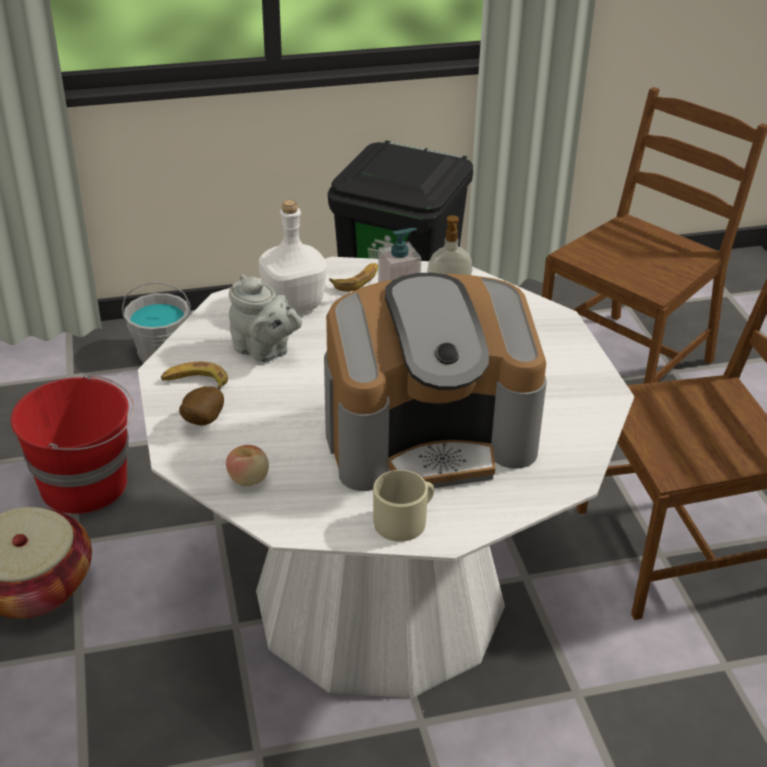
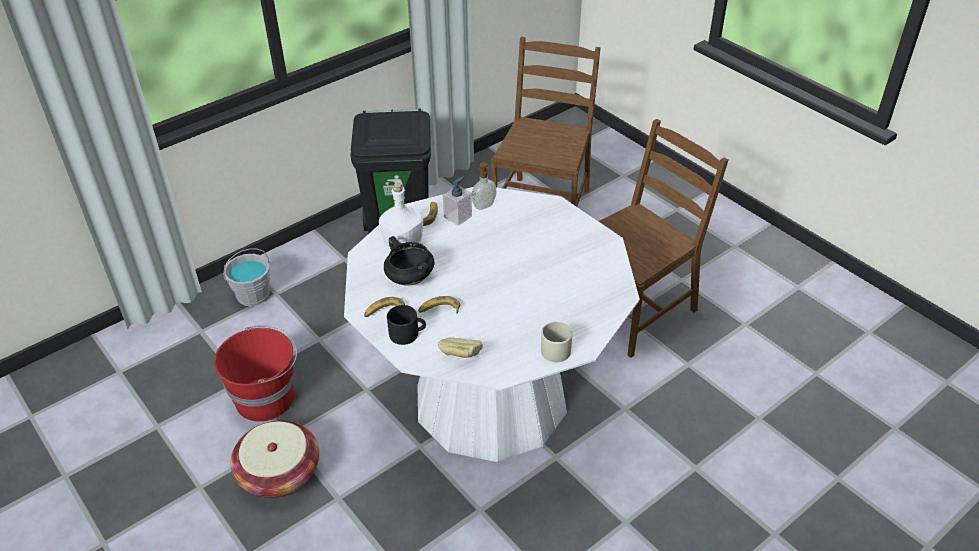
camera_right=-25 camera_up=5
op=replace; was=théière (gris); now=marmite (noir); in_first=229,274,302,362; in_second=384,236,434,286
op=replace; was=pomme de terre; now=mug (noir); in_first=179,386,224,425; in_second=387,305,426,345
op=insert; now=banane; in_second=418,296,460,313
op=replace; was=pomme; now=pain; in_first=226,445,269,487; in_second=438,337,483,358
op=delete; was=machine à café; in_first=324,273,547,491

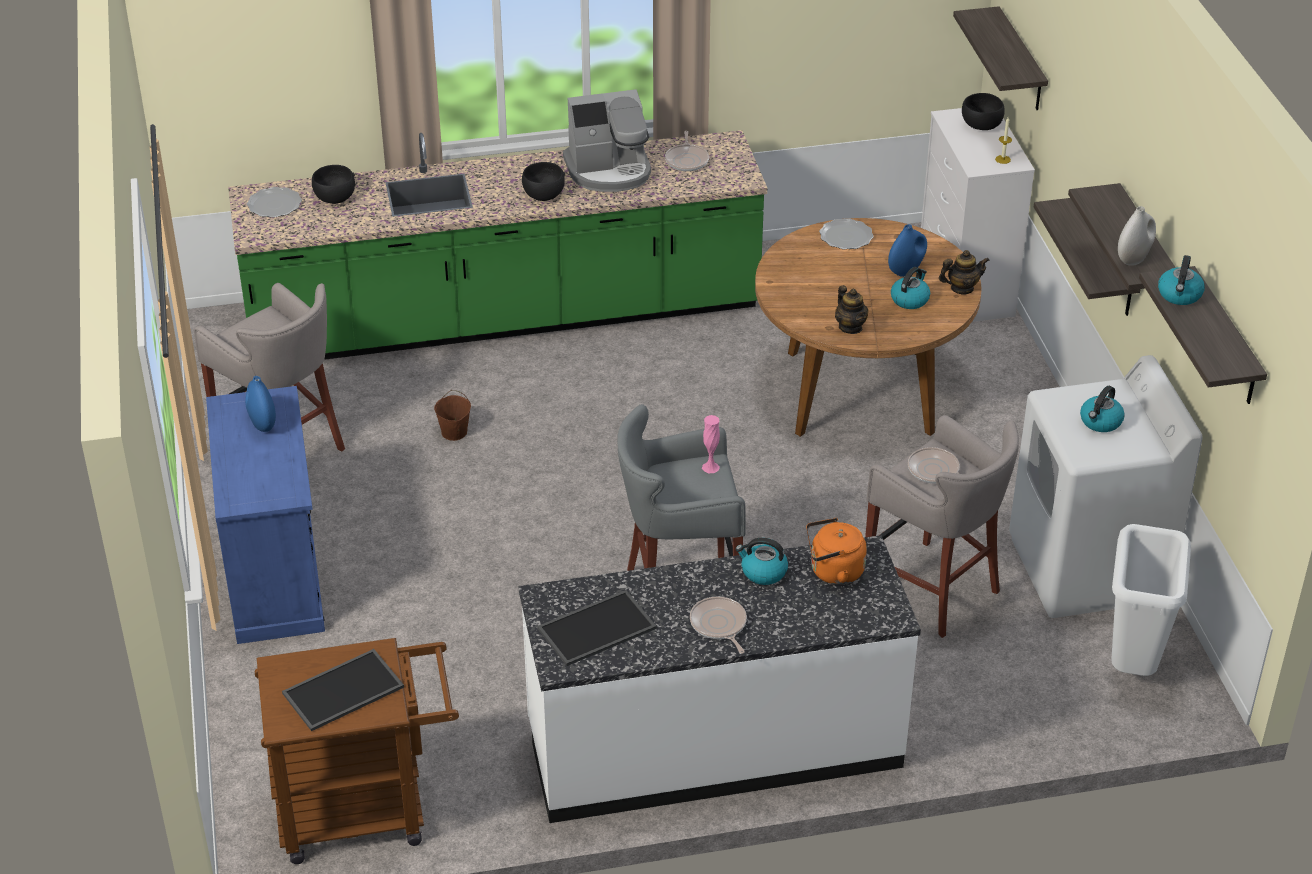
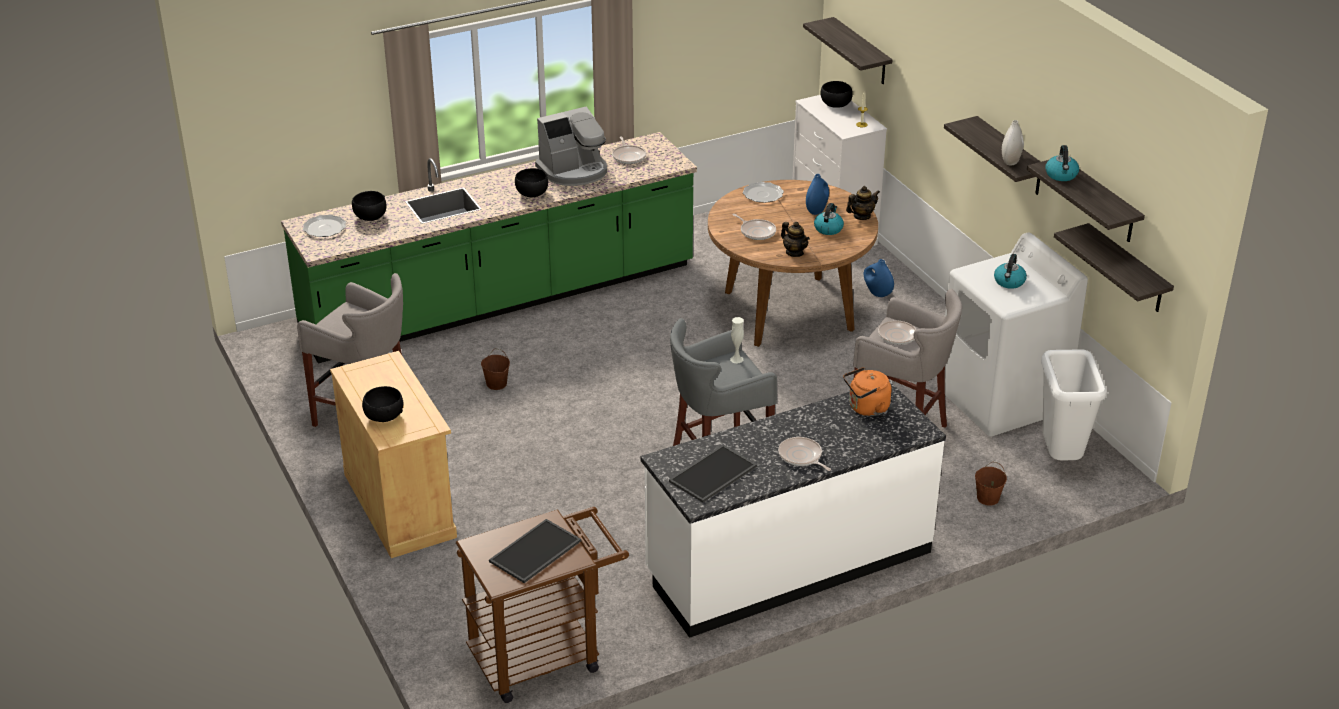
camera_right=-15 camera_up=-5
op=recolor; was=meuble de rangement (bleu); now=meuble de rangement (beige); in_first=206,386,325,644; in_second=330,351,457,558
op=insert; now=bol (noir); in_second=362,386,403,422
op=recolor; was=vase (rose); now=vase (blanc); in_first=702,415,720,473; in_second=730,317,744,364
op=insert; now=poêle; in_second=732,214,776,240
op=move; was=vase (bleu); in_first=245,376,276,432; in_second=864,259,894,297
op=insert; now=seau (marron); in_second=975,462,1007,506
op=move; was=étagère; in_first=1034,198,1141,316; in_second=1054,223,1174,312
op=delete; was=bouilloire; in_first=736,538,788,585

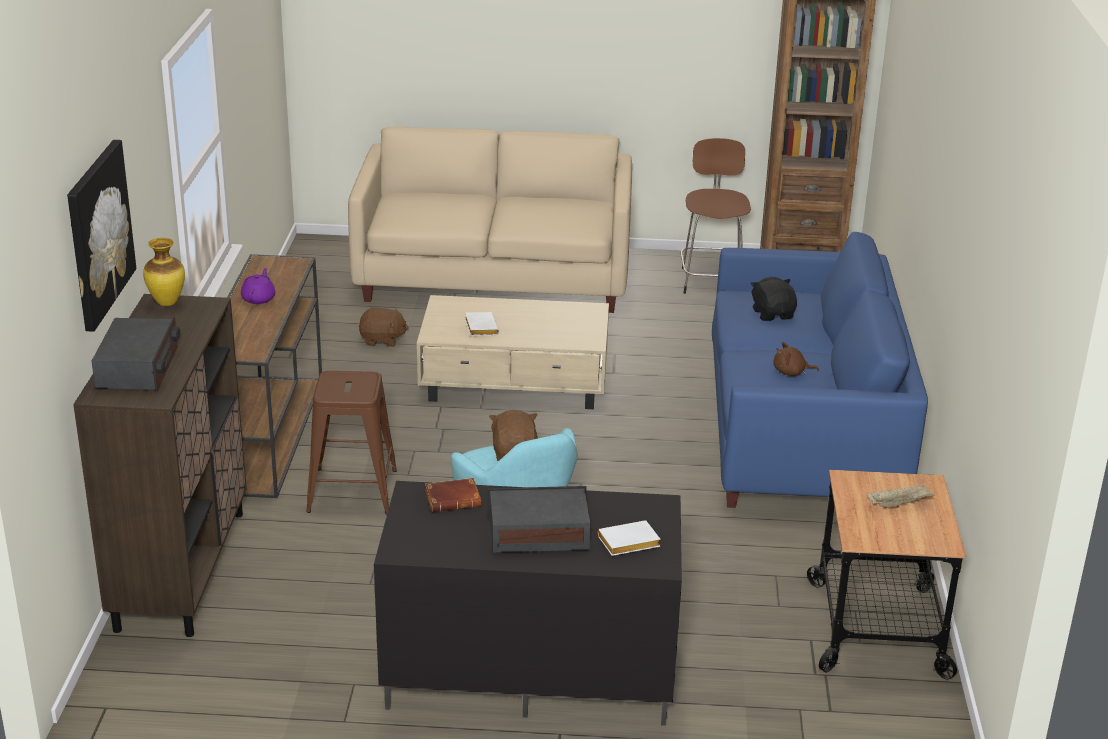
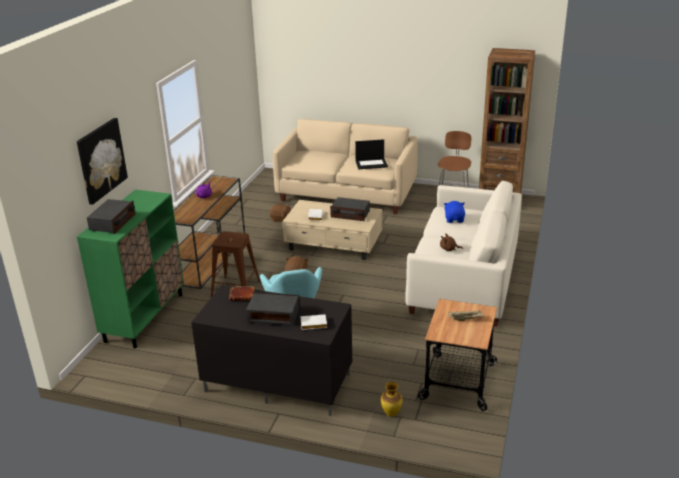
camera_right=15 camera_up=0
op=recolor; was=meuble de rangement (marron); now=meuble de rangement (vert); in_first=73,294,247,637; in_second=77,190,184,348
op=insert; now=radio; in_second=330,197,370,221
op=insert; now=ordinateur portable; in_second=355,139,388,169
op=move; was=vase; in_first=143,238,185,306; in_second=381,382,403,417
op=recolor; was=canapé (bleu); now=canapé (blanc); in_first=712,232,928,508; in_second=405,181,522,327
op=recolor; was=peluche (noir); now=peluche (bleu); in_first=751,277,797,321; in_second=444,201,465,223

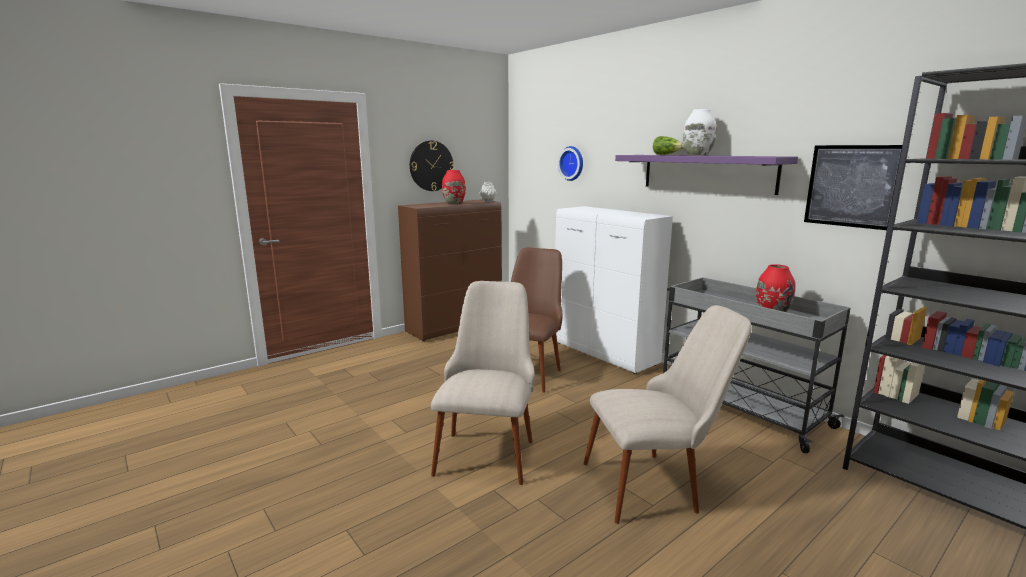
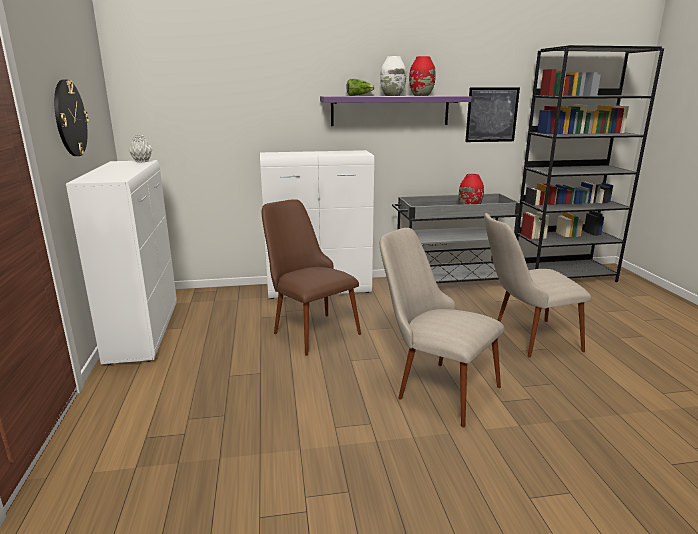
camera_right=-60 camera_up=5
op=recolor; was=meuble de rangement (marron); now=meuble de rangement (blanc); in_first=398,200,502,341; in_second=66,160,177,365
op=move; was=vase (rouge); in_first=442,170,466,205; in_second=409,56,436,96
op=rotate; was=chaise (beige); in_first=584,305,752,524; in_second=484,213,591,358; clockwise=-120
op=delete; was=horloge murale; in_first=558,146,583,181

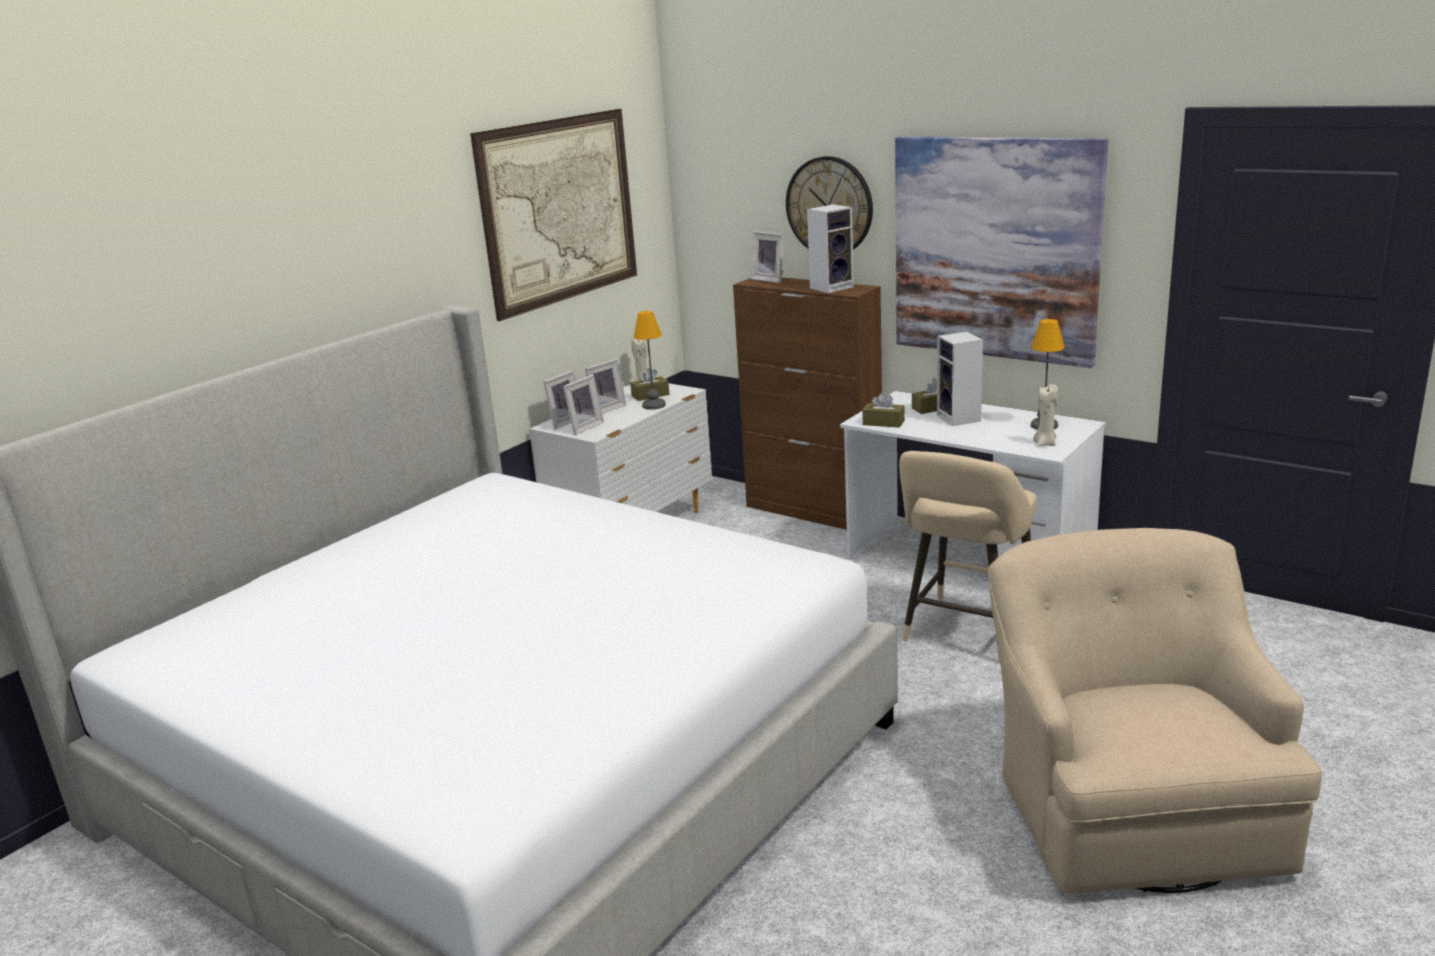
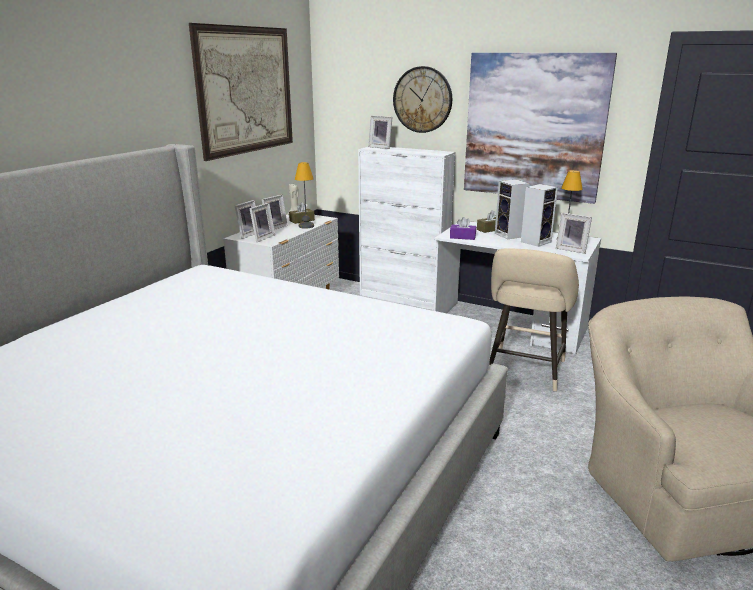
camera_right=-10 camera_up=0
op=recolor; was=meuble de rangement (marron); now=meuble de rangement (blanc); in_first=733,277,882,530; in_second=358,147,456,310
op=recolor; was=boîte à mouchoirs (marron); now=boîte à mouchoirs (violet); in_first=862,392,905,428; in_second=450,217,476,240
op=move; was=enceinte; in_first=807,204,854,293; in_second=521,184,558,247
op=replace; was=bougie (beige); now=cadre photo; in_first=1033,384,1058,446; in_second=556,213,592,254

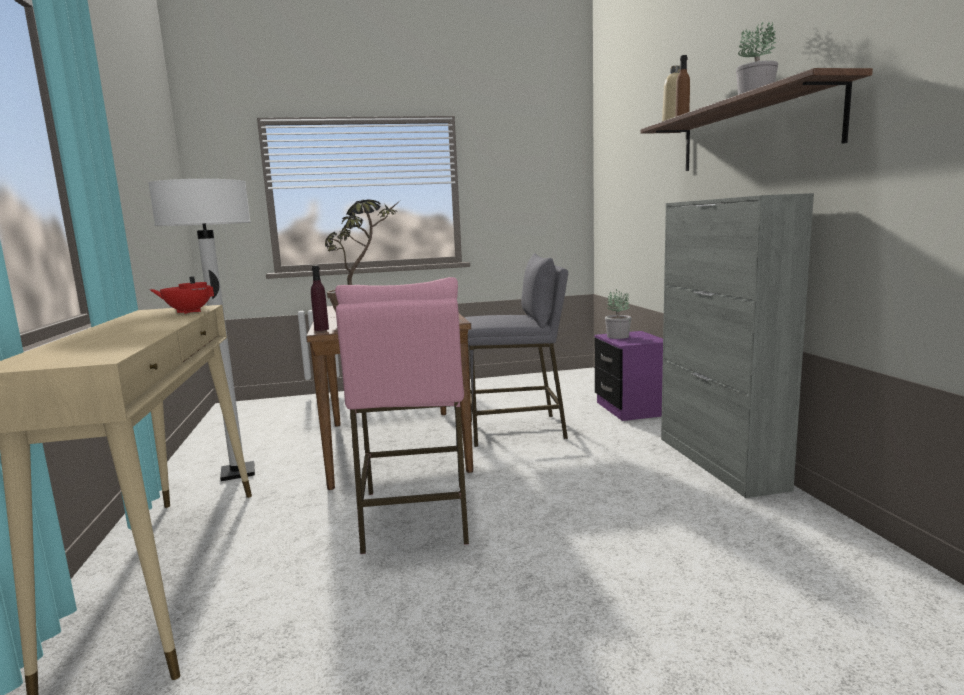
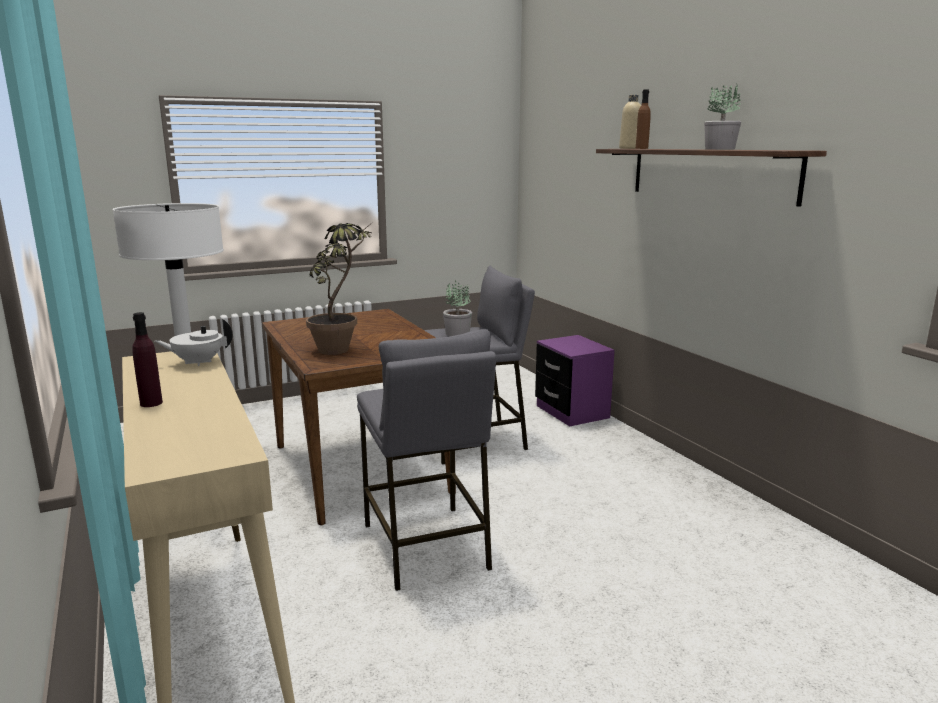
camera_right=-15 camera_up=5
op=move; was=bouteille (violet); in_first=311,266,329,331; in_second=132,312,163,407
op=recolor; was=théière (rouge); now=théière (blanc); in_first=150,270,219,314; in_second=155,319,233,366
op=recolor; was=tabouret (rose); now=tabouret (gris); in_first=335,277,469,554; in_second=357,329,496,591
op=move; was=plante en pot; in_first=605,289,632,339; in_second=443,280,472,336
op=delete; was=meuble de rangement (gris); in_first=661,193,814,498

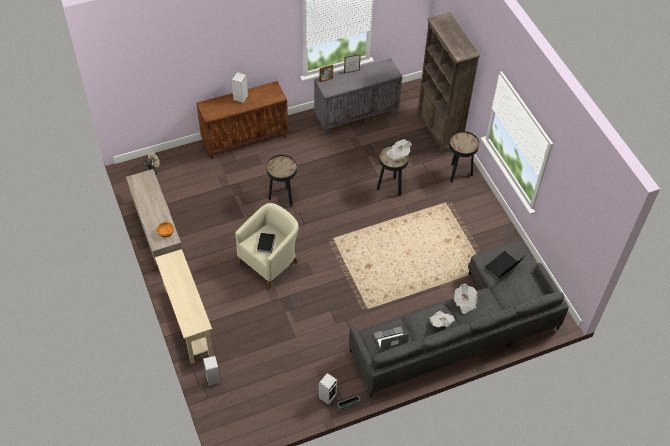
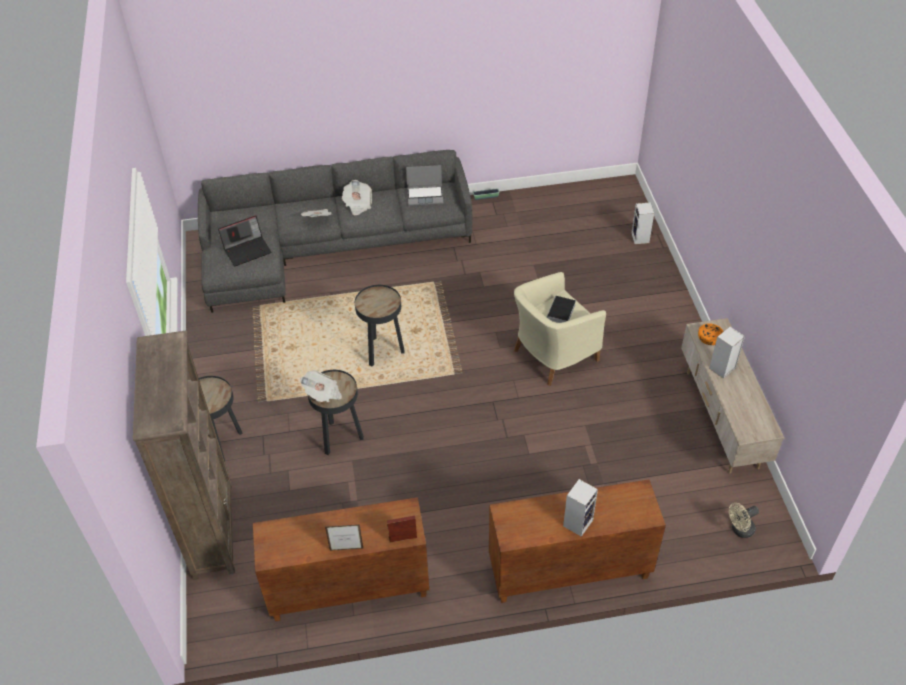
camera_right=-165 camera_up=-5
op=recolor; was=meuble de rangement (gris); now=meuble de rangement (marron); in_first=314,58,402,135; in_second=253,497,429,621
op=move; was=table d'appoint (noir); in_first=266,155,297,207; in_second=355,285,405,367
op=move; was=enceinte; in_first=319,373,337,405; in_second=709,327,745,379
op=delete; was=table console (beige); in_first=155,249,213,364

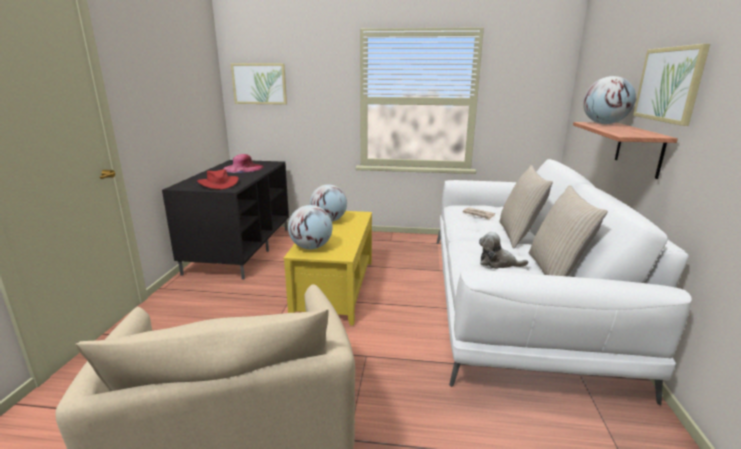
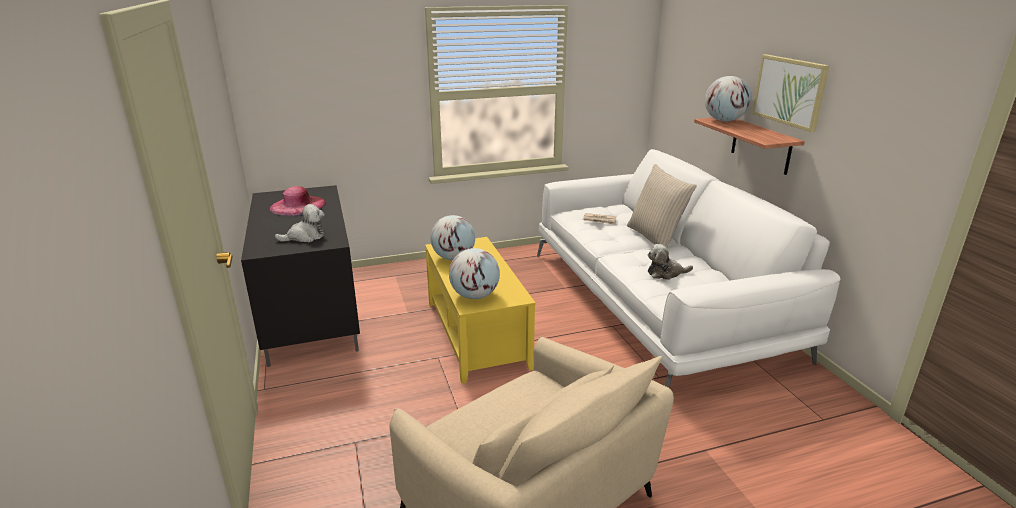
camera_right=-25 camera_up=5
op=replace; was=chapeau (rouge); now=peluche; in_first=197,169,238,189; in_second=275,204,325,242
op=delete; was=tableau; in_first=231,63,287,105
op=delete; was=coussin (beige); in_first=529,185,608,276

